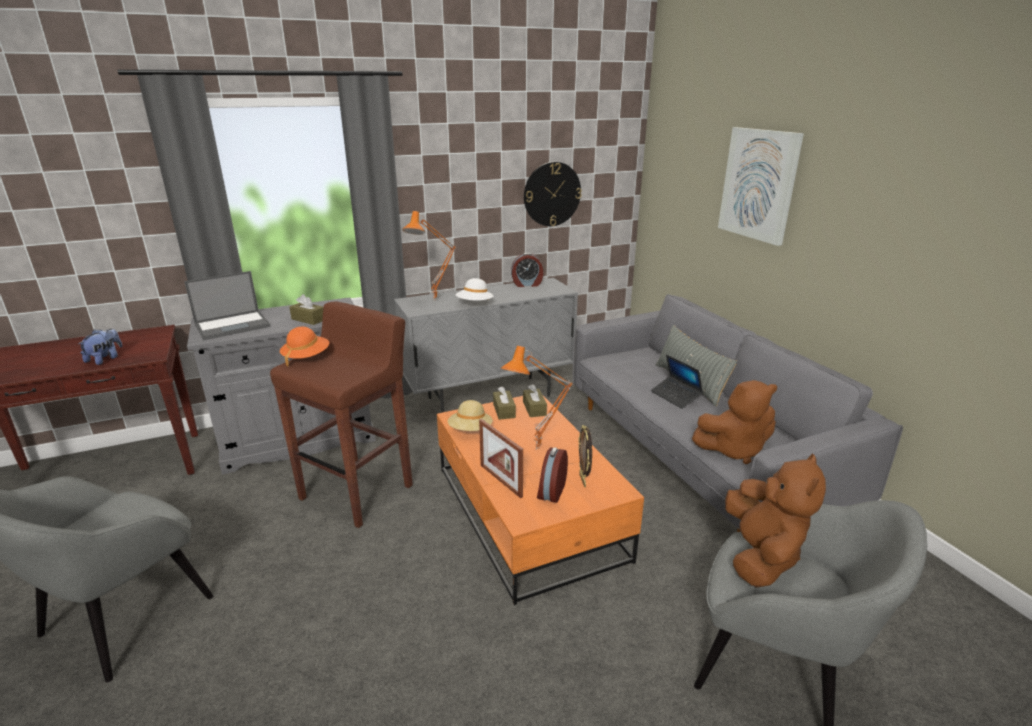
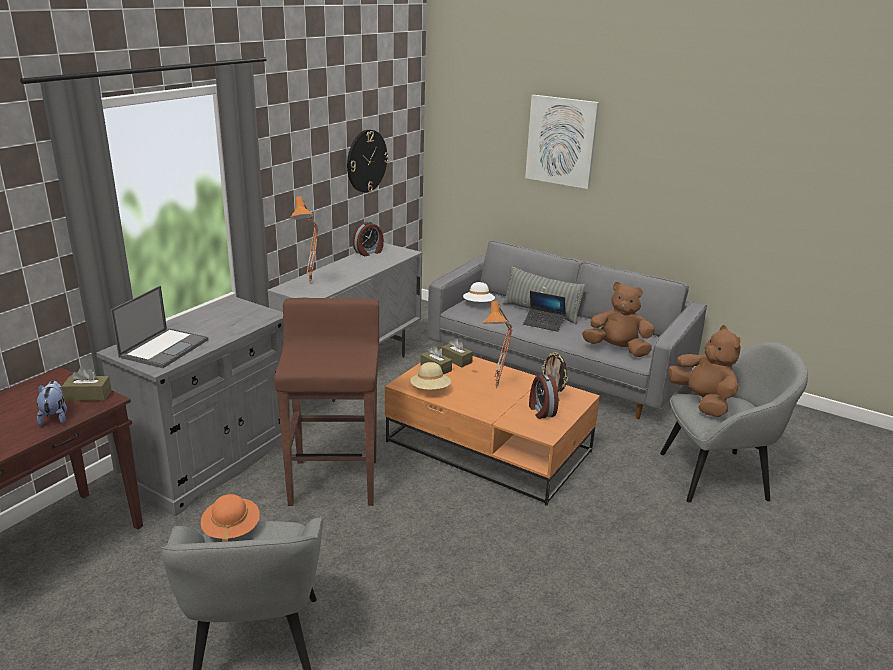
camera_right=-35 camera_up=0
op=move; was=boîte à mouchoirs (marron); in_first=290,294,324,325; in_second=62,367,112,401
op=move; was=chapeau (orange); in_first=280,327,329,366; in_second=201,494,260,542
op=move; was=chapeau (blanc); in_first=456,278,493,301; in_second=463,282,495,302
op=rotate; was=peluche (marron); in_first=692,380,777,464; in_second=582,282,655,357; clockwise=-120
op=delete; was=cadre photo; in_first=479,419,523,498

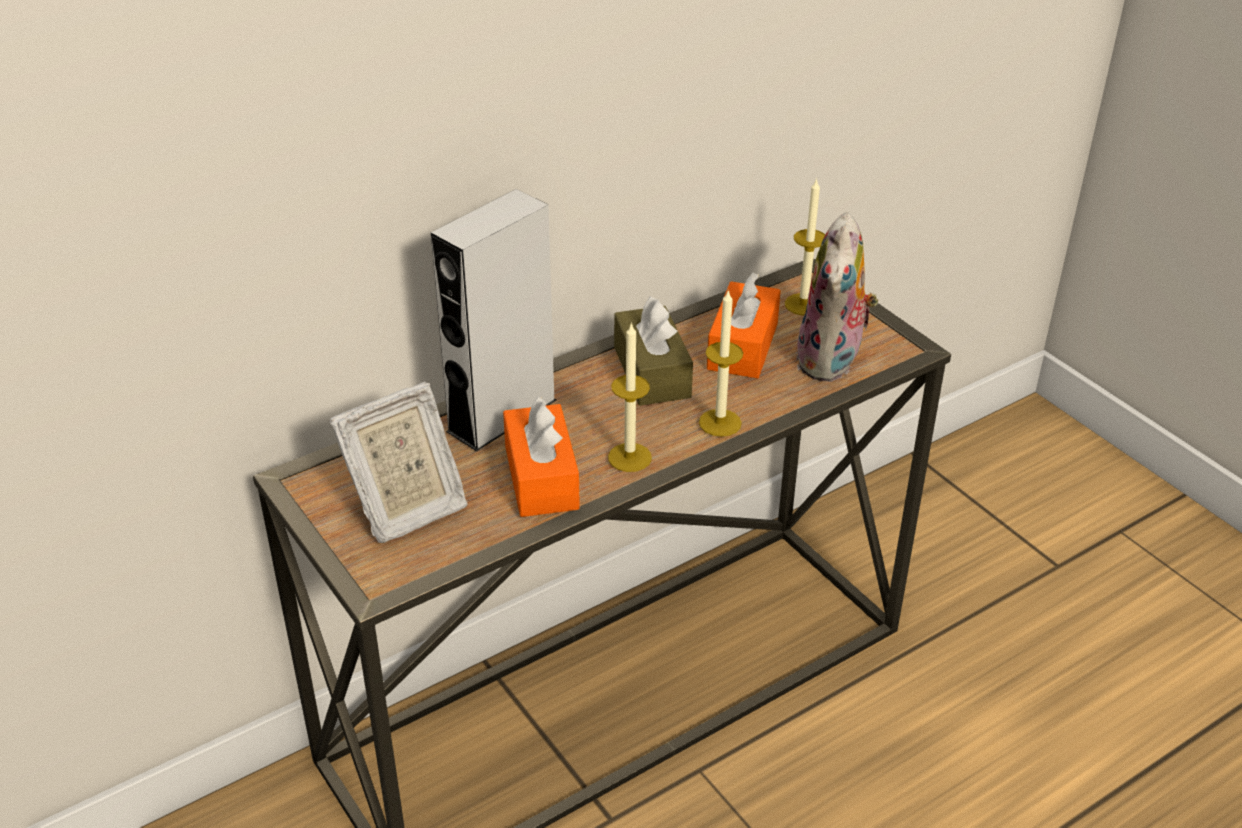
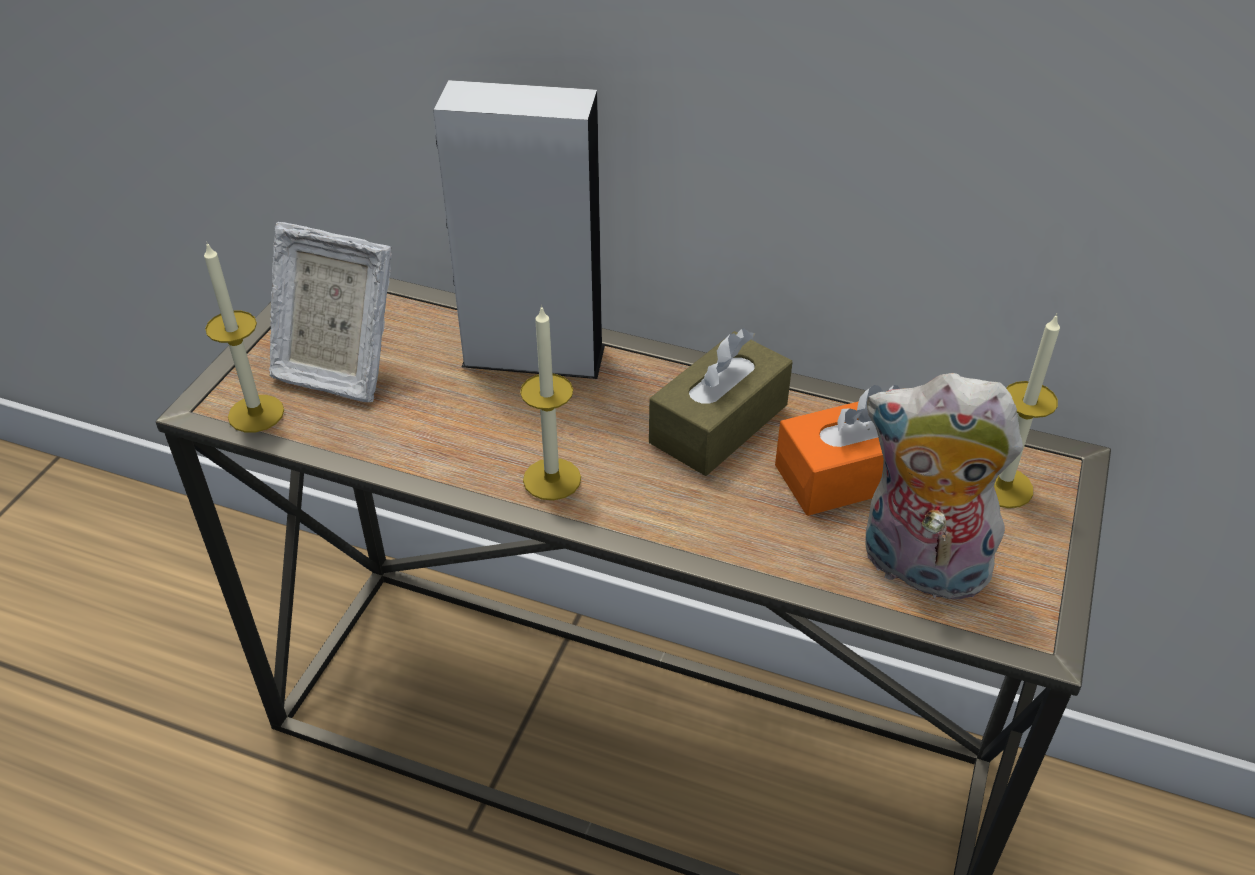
camera_right=55 camera_up=5
op=move; was=bougie; in_first=699,289,743,437; in_second=204,242,284,432
op=rotate; was=peluche; in_first=796,212,879,382; in_second=865,373,1023,606; clockwise=45
op=delete; was=boîte à mouchoirs (orange); in_first=503,397,580,517

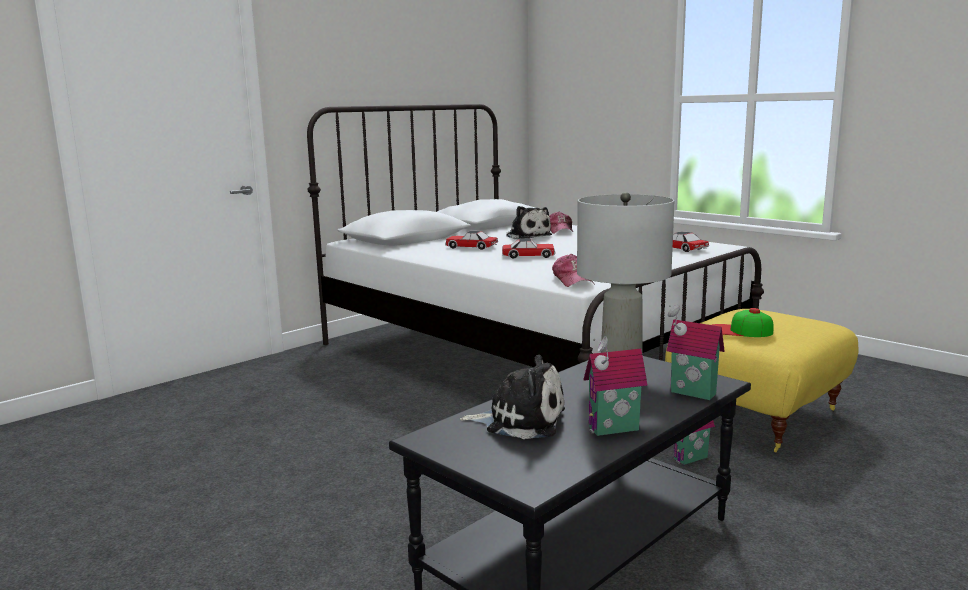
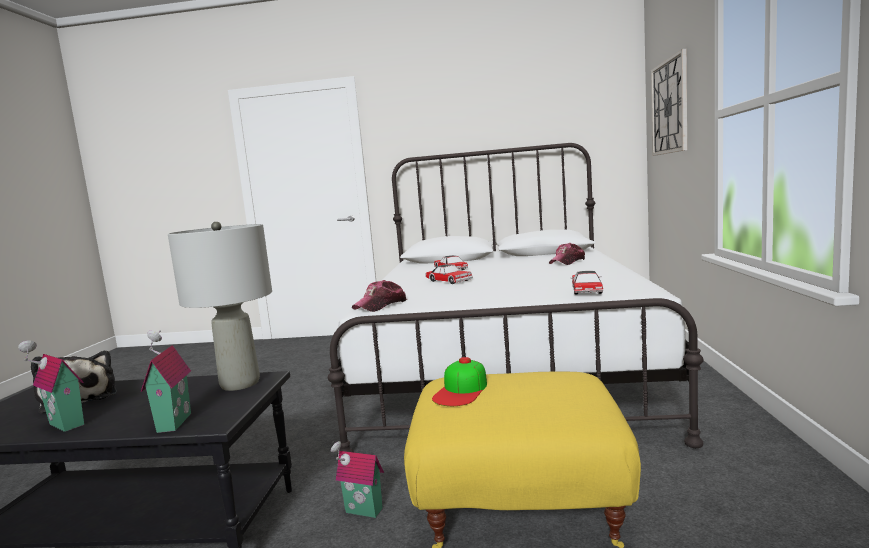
camera_right=50 camera_up=-5
op=rotate; was=casquette; in_first=712,308,773,337; in_second=432,357,487,406; clockwise=-135
op=insert; now=horloge murale; in_second=651,48,687,156
op=delete; was=peluche; in_first=506,206,552,239

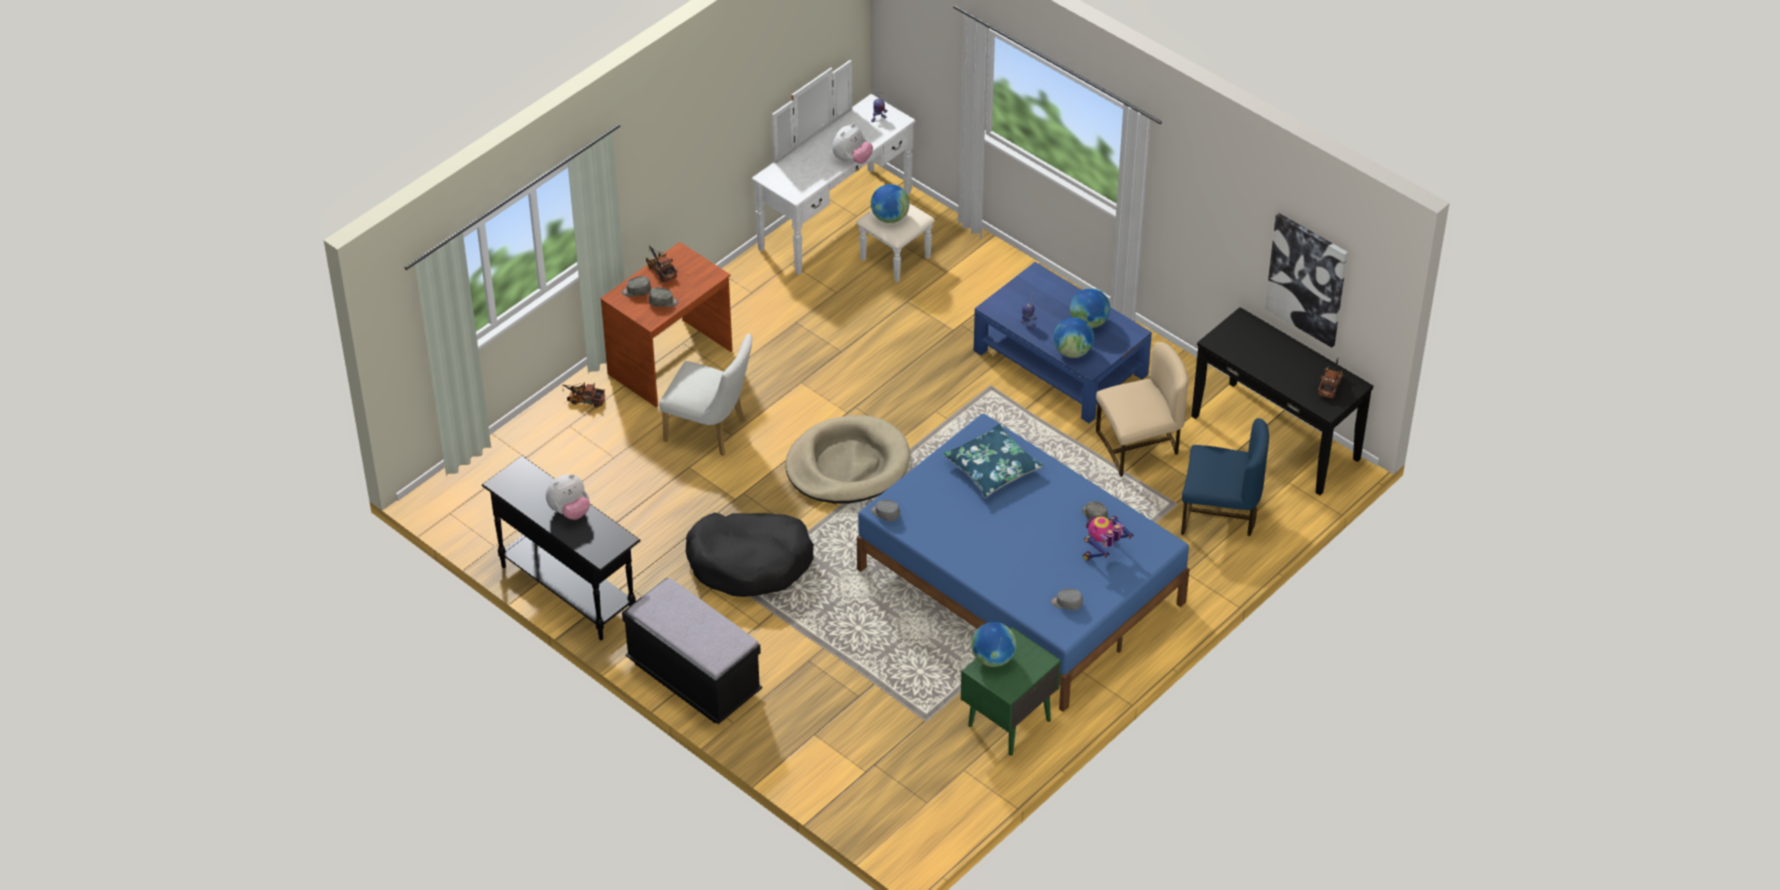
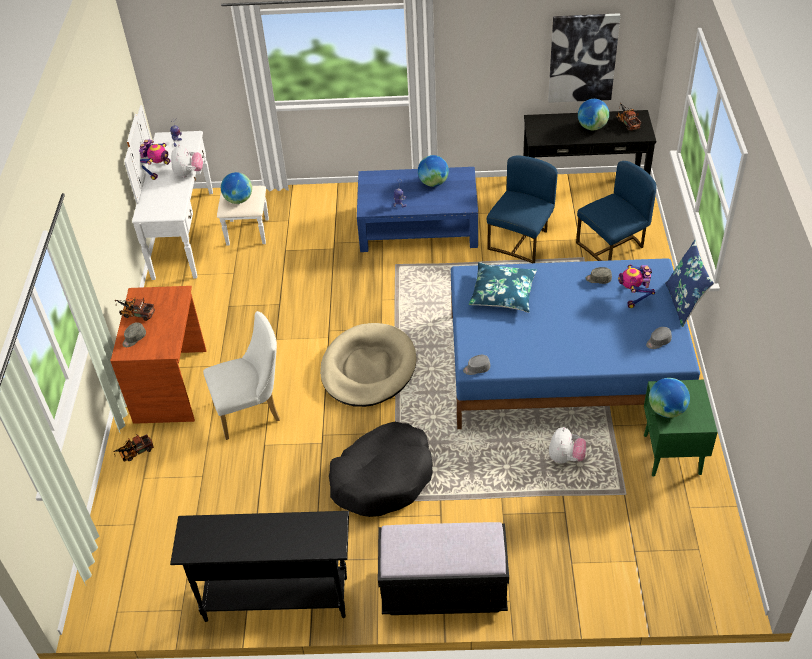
camera_right=-40 camera_up=0
op=insert; now=robot jouet; in_second=139,139,171,180
op=recolor; was=chaise (beige); now=chaise (bleu); in_first=1096,342,1189,477; in_second=487,156,558,263
op=move; was=peluche; in_first=546,474,590,520; in_second=549,427,586,463
op=move; was=globe; in_first=1053,317,1094,358; in_second=578,99,609,130
op=insert; now=coussin (bleu); in_second=665,240,714,327
op=delete; was=casquette (gris); in_first=649,287,678,307

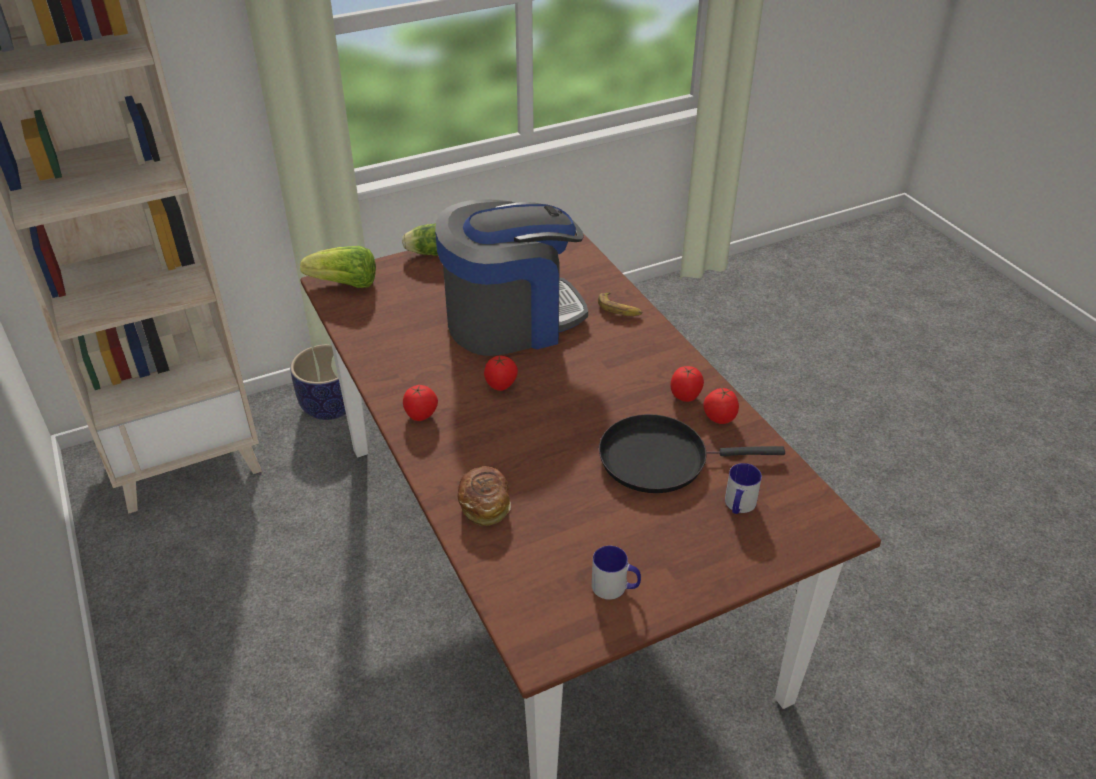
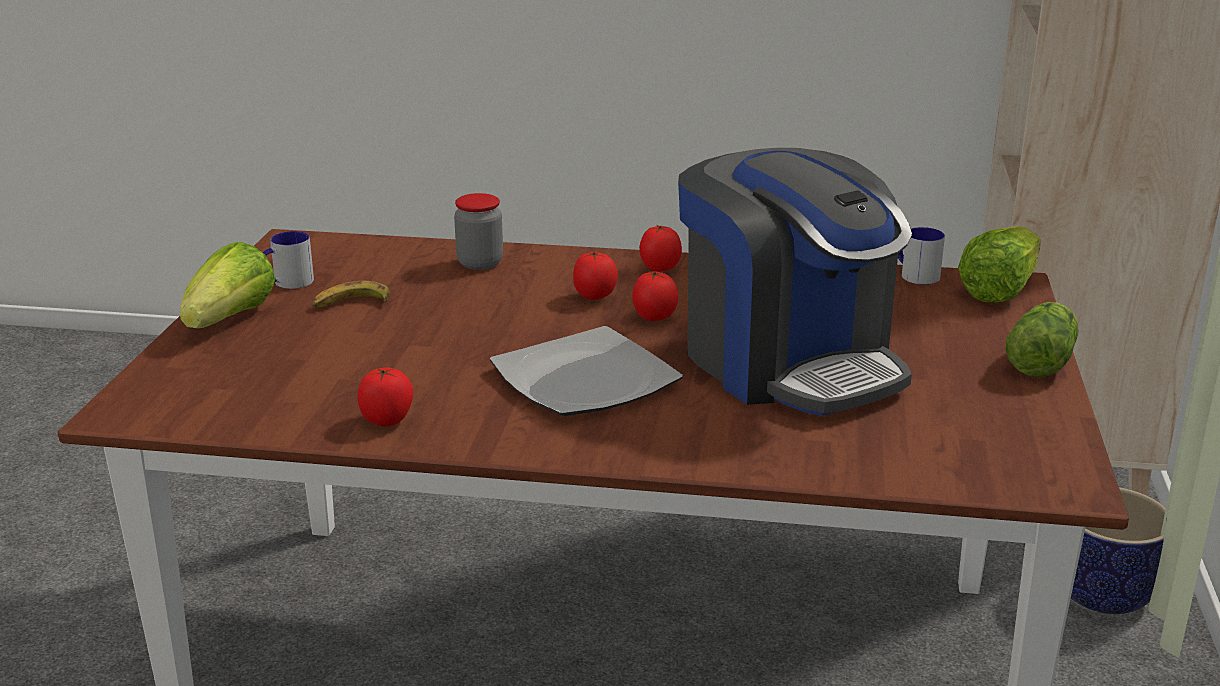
camera_right=125 camera_up=-15
op=insert; now=laitue; in_second=180,242,276,328
op=move; was=banane; in_first=598,292,643,316; in_second=312,281,390,308
op=replace; was=pain; now=bocal; in_first=458,466,511,526; in_second=454,193,503,270
op=insert; now=assiette; in_second=490,326,683,416
op=move; was=tomate; in_first=670,366,704,402; in_second=573,251,618,300
op=rotate; was=machine à café; in_first=435,199,588,356; in_second=678,148,912,416; clockwise=-45
op=move; was=mug; in_first=725,463,762,514; in_second=898,227,945,285
op=delete; was=poêle (noir); in_first=599,414,785,493

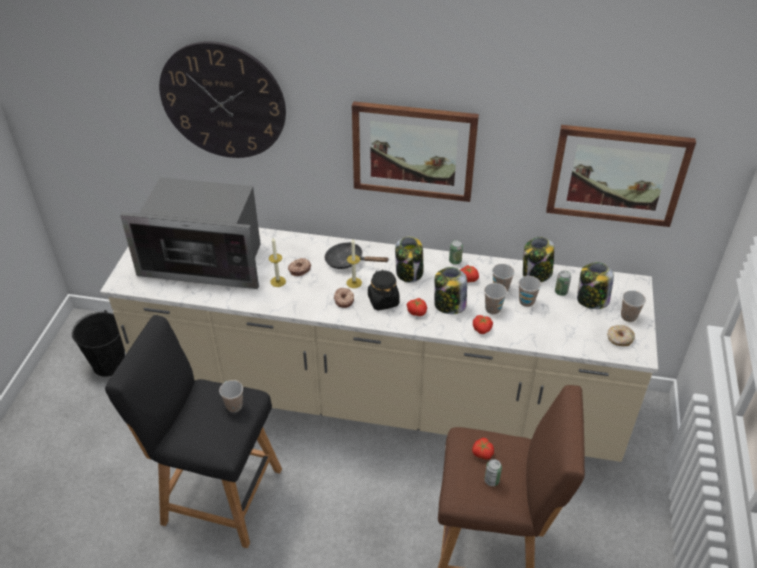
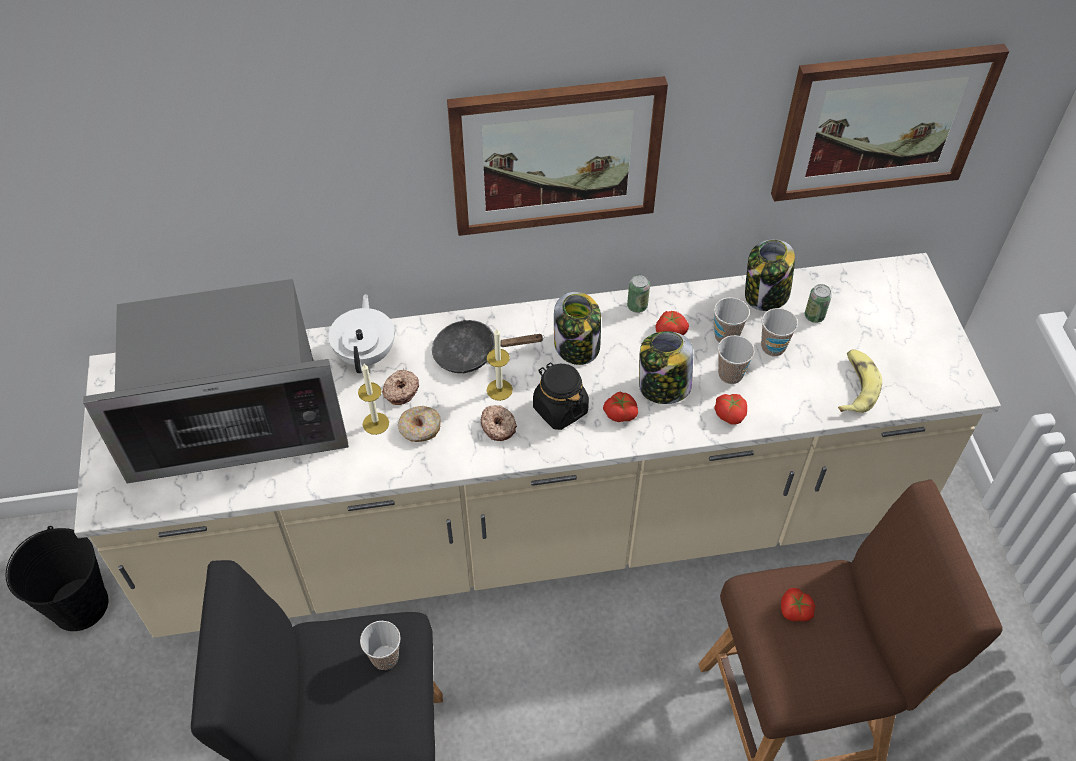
camera_right=-20 camera_up=10
op=insert; now=théière (blanc); in_second=329,294,395,373
op=move; was=beignet; in_first=607,325,635,346; in_second=397,406,441,442
op=insert; now=banane; in_second=838,349,882,413
op=delete; was=horloge murale; in_first=159,41,286,158
op=delete; was=boîte métallique; in_first=484,459,502,486
op=delete; was=bocal; in_first=577,262,614,309
op=delete; was=tasse; in_first=621,290,646,322

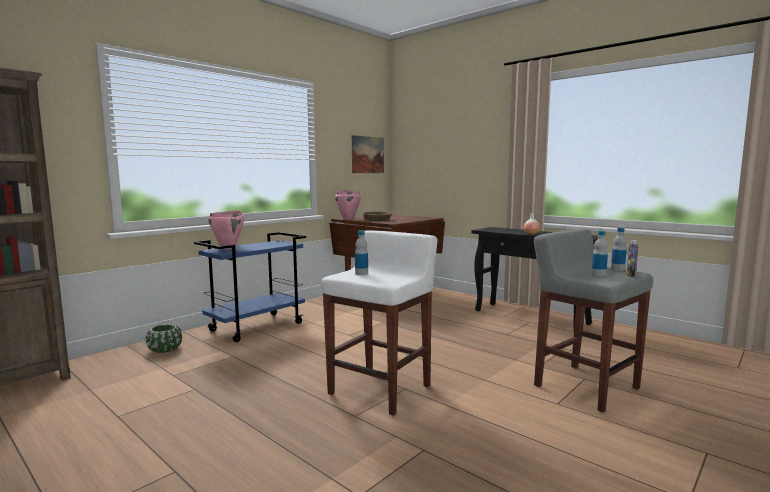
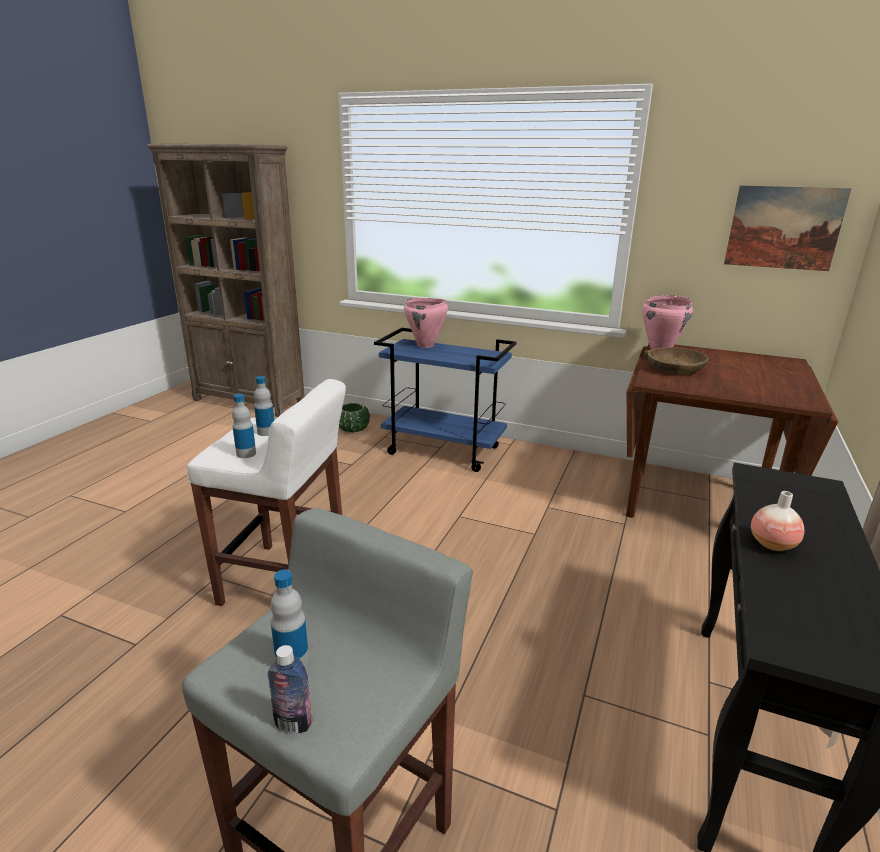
camera_right=70 camera_up=15
op=move; was=bouteille; in_first=611,228,627,271; in_second=232,394,256,458

